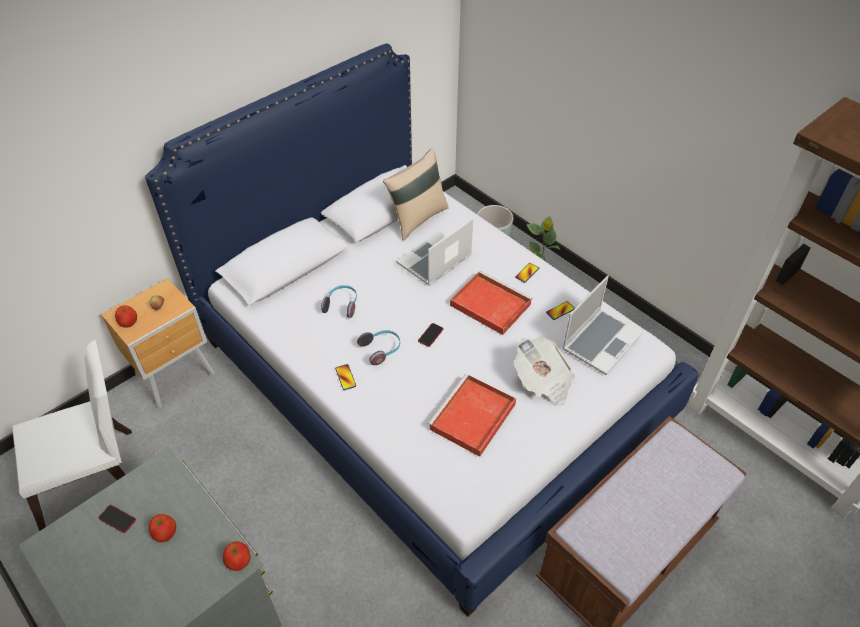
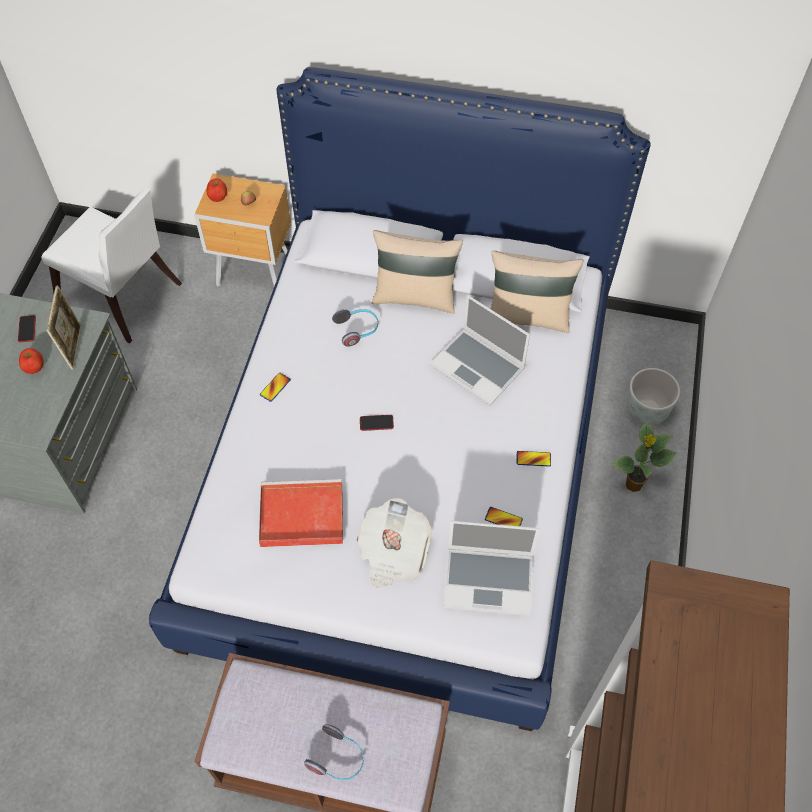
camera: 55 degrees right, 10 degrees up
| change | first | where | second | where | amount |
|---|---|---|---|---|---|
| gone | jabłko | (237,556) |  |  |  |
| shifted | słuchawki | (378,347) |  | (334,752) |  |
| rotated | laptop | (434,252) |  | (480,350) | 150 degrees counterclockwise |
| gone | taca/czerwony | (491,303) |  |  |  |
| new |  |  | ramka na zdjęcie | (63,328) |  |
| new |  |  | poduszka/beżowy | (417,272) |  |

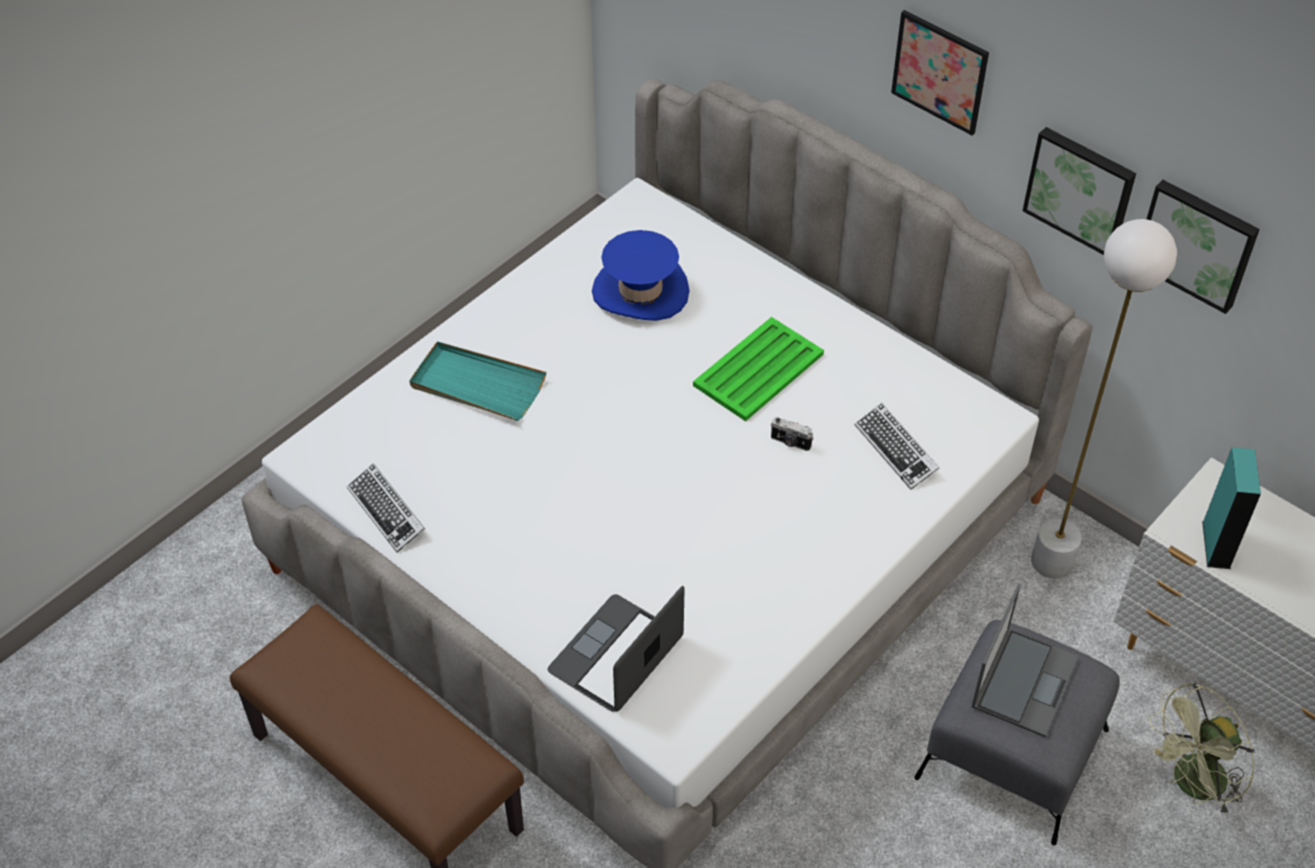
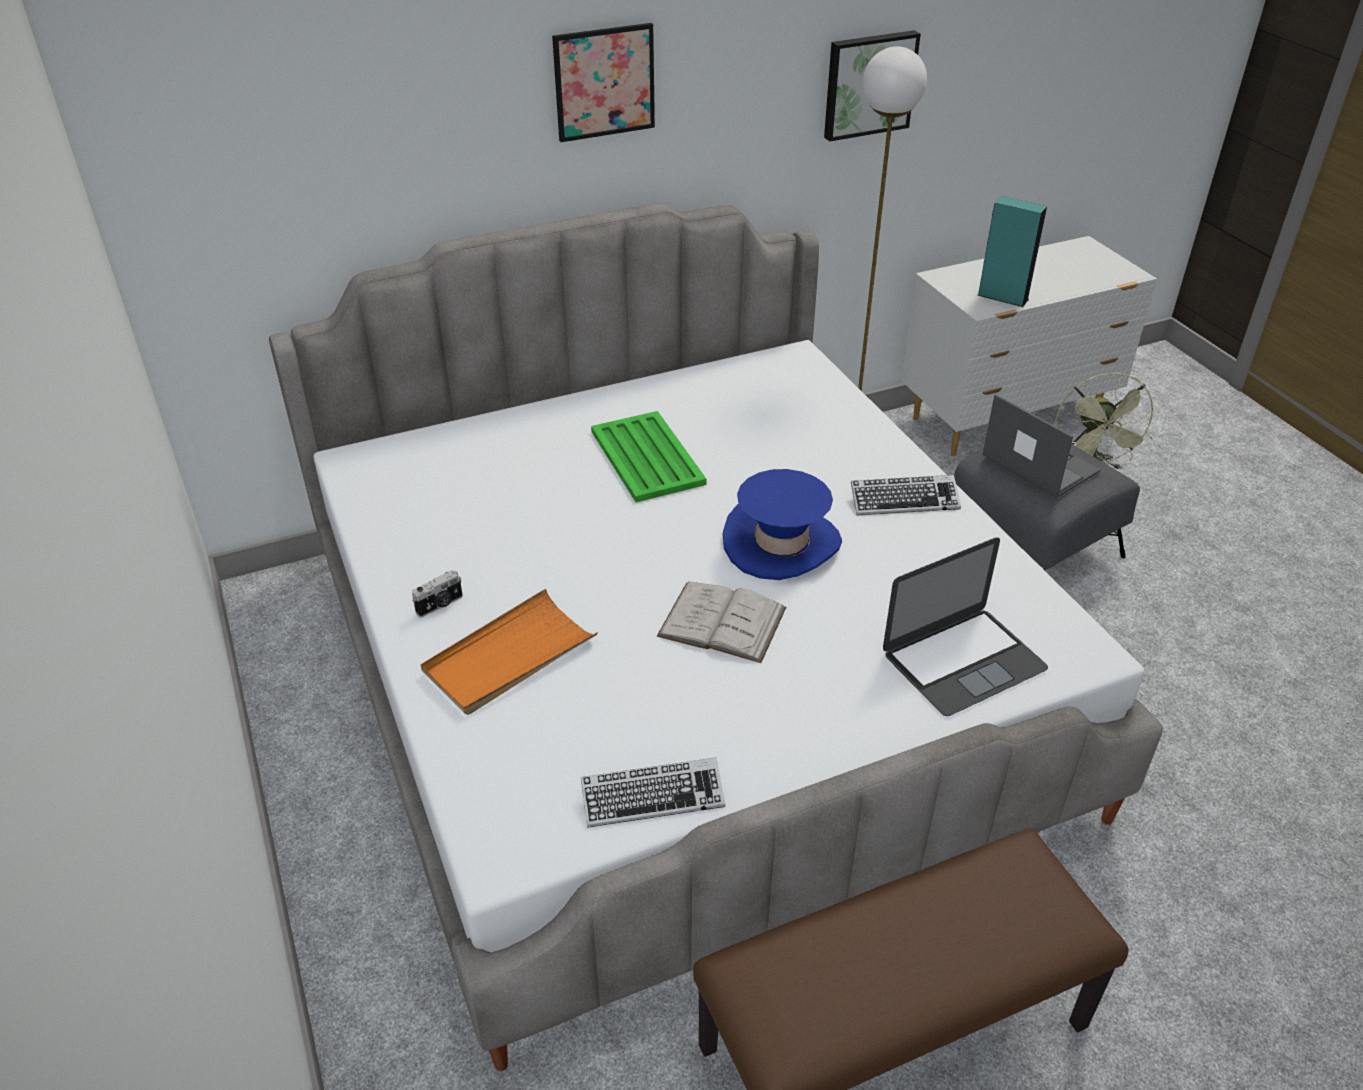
camera: 65 degrees left, 10 degrees down
| change | first | where | second | where | amount |
|---|---|---|---|---|---|
| repainted | taca/turkusowy | (477,381) | taca/pomarańczowy | (509,652) |  |
| rotated | laptop | (616,649) |  | (965,626) | 90 degrees counterclockwise |
| shifted | kapelusz/niebieski | (641,275) |  | (782,524) |  |
| shifted | aparat fotograficzny | (792,434) |  | (437,594) |  |
| shifted | klawiatura | (897,446) |  | (906,495) |  |
| gone | obraz | (1079,191) |  |  |  |
| new |  |  | książka/biały | (721,622) |  |

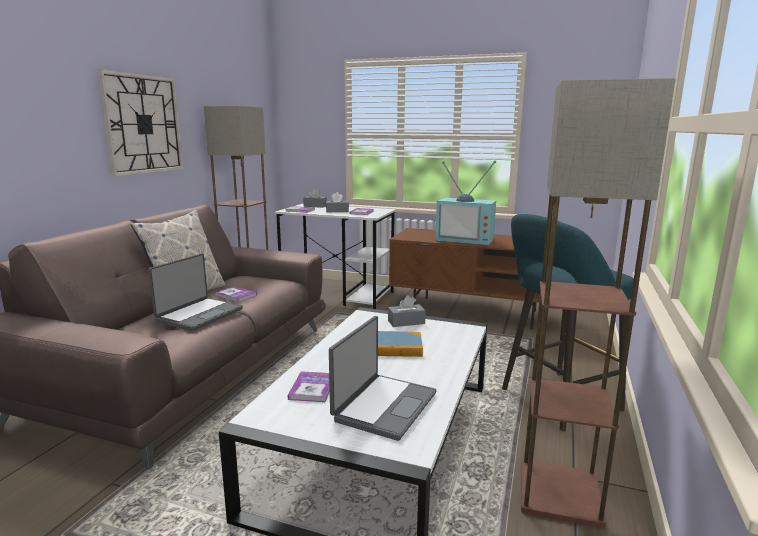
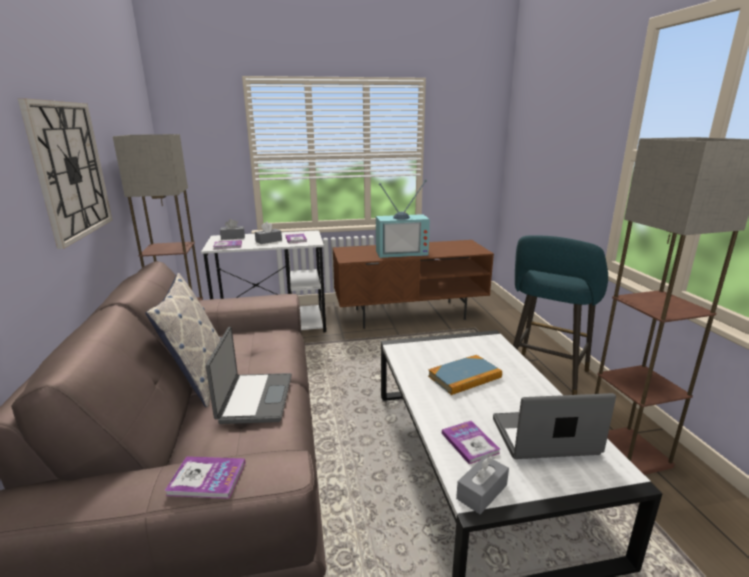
camera: 30 degrees left, 5 degrees up
| change | first | where | second | where | amount |
|---|---|---|---|---|---|
| shifted | książka | (236,294) |  | (205,477) |  |
| rotated | laptop | (382,378) |  | (554,426) | 90 degrees counterclockwise |
| shifted | pudełko chusteczek/szary | (407,311) |  | (482,484) |  |

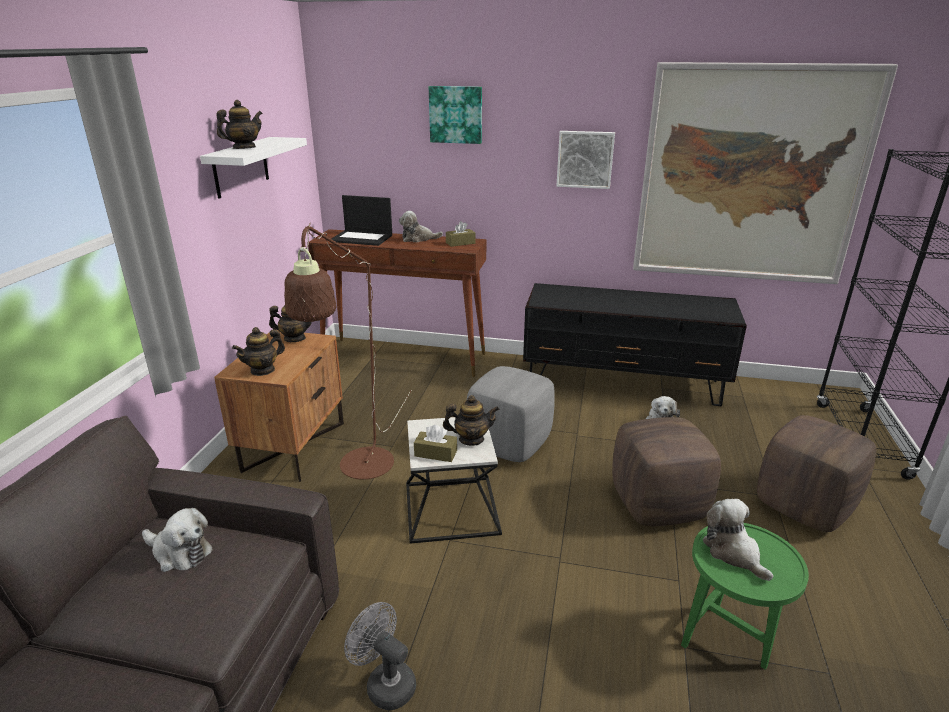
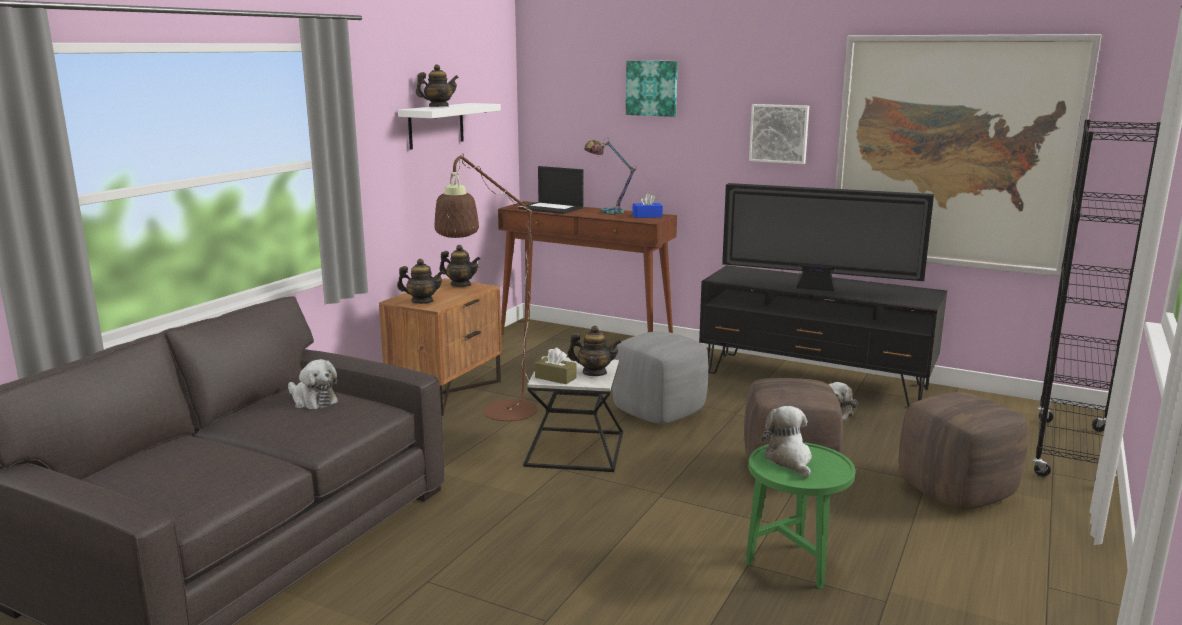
camera: 15 degrees right, 10 degrees down
| change | first | where | second | where | amount |
|---|---|---|---|---|---|
| rotated | imbryk | (258,351) |  | (421,281) | 150 degrees counterclockwise |
| gone | wentylator/szary | (380,656) |  |  |  |
| swapped | pluszak | (421,226) | lampa stołowa | (610,176) |  |
| repainted | pudełko chusteczek/brązowy | (460,234) | pudełko chusteczek/niebieski | (647,205) |  |
| new |  |  | telewizor | (828,238) |  |

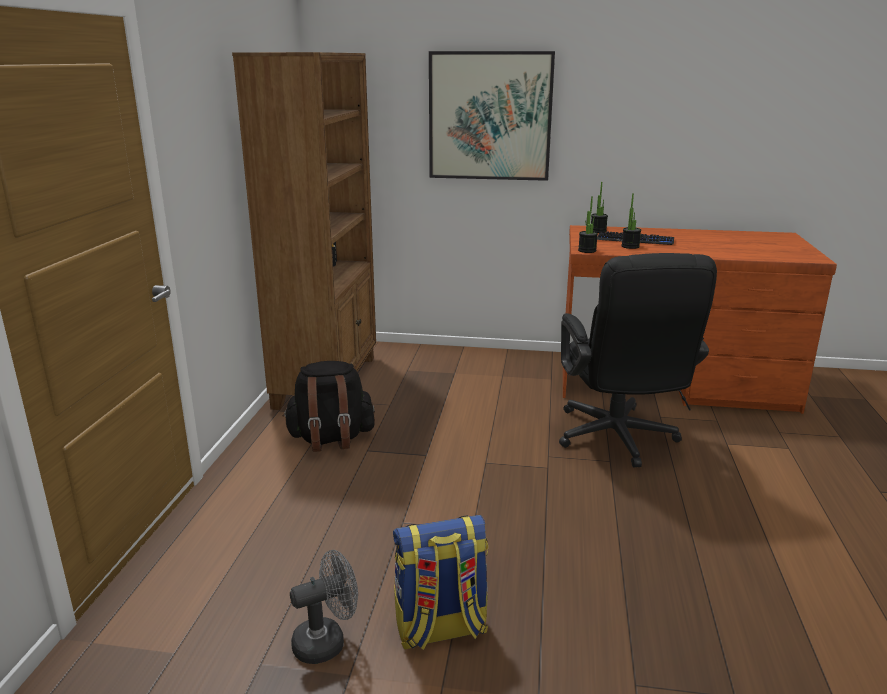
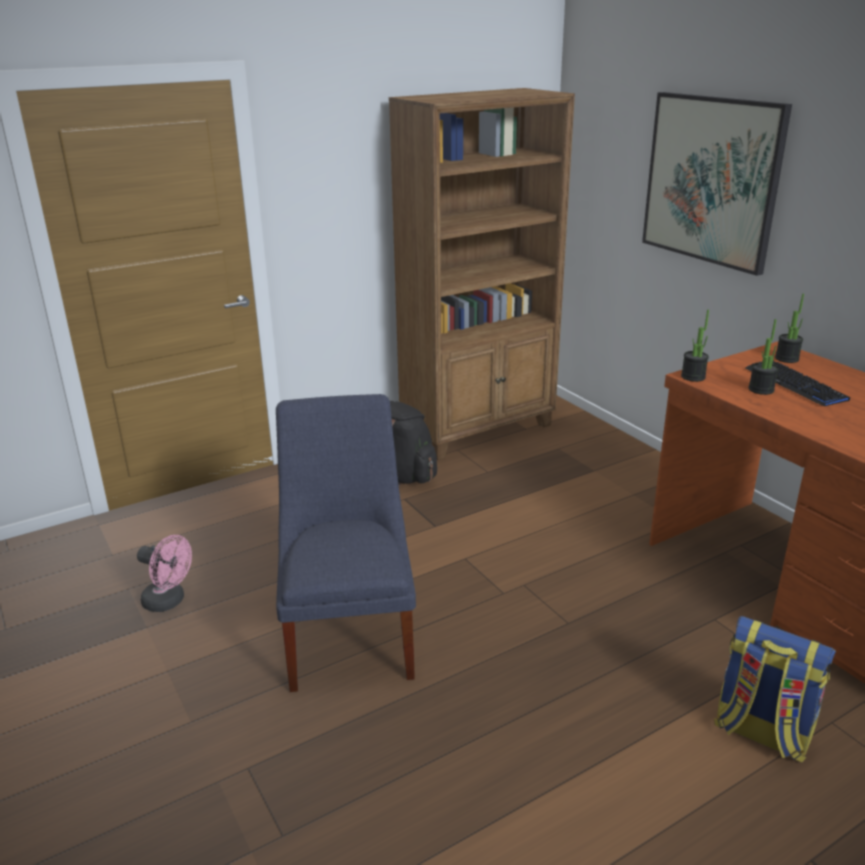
camera: 50 degrees right, 5 degrees up
| change | first | where | second | where | amount |
|---|---|---|---|---|---|
| repainted | wentylator/szary | (324,607) | wentylator/różowy | (164,573) |  |
| shifted | plecak | (440,582) |  | (775,689) |  |
| gone | krzesło biurowe/czarny | (638,360) |  |  |  |
| new |  |  | krzesło/niebieski | (346,543) |  |

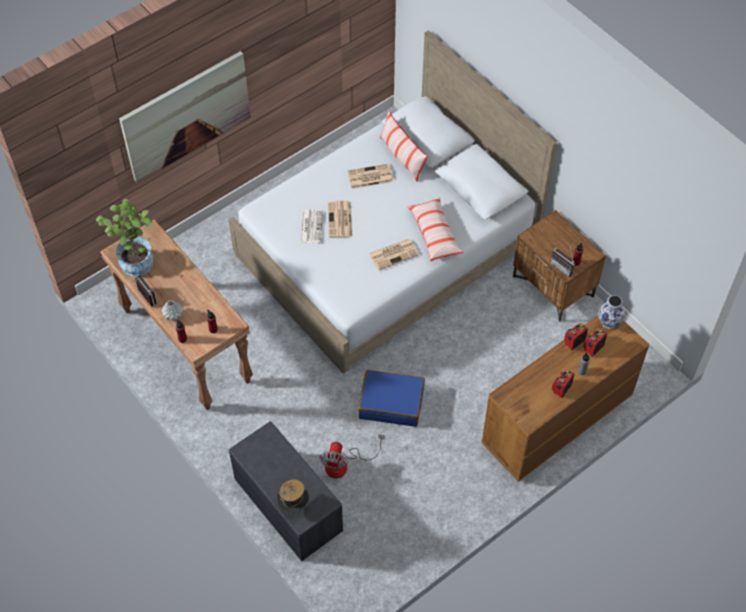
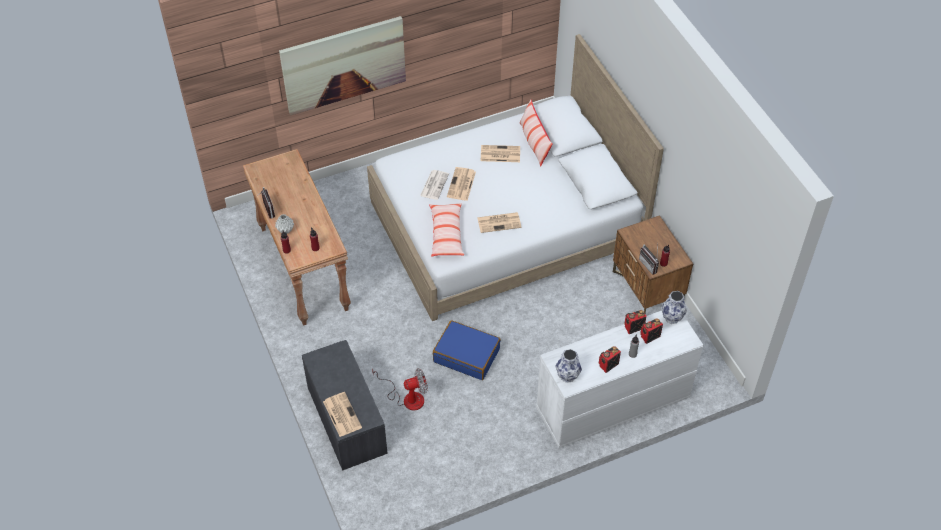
camera: 15 degrees right, 5 degrees down
| change | first | where | second | where | amount |
|---|---|---|---|---|---|
| gone | roślina doniczkowa | (124,237) |  |  |  |
| swapped | kapelusz | (293,496) | gazeta | (342,414) |  |
| rotated | wentylator | (351,456) |  | (400,389) | 135 degrees counterclockwise |
| shifted | poduszka | (435,229) |  | (446,230) |  |
| repainted | komoda/brązowy | (565,398) | komoda/biały | (619,379) |  |
| new |  |  | wazon | (569,366) |  |

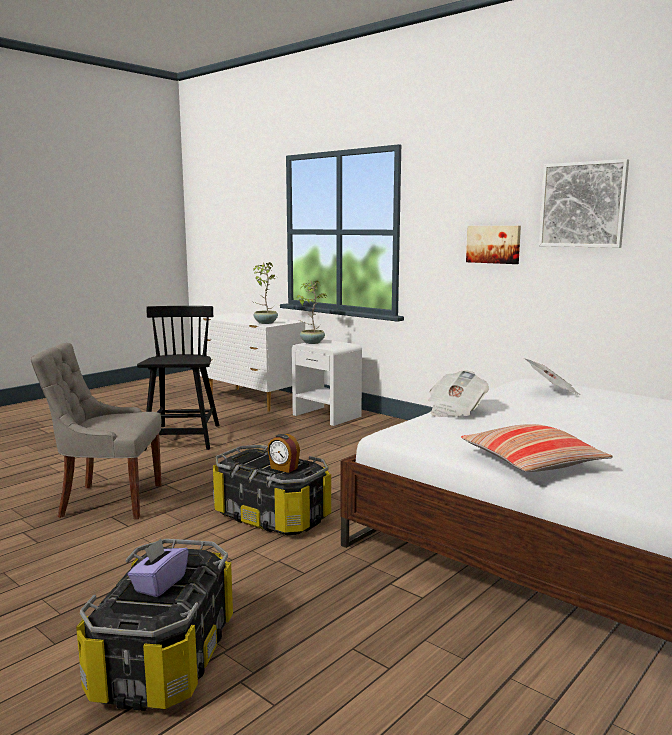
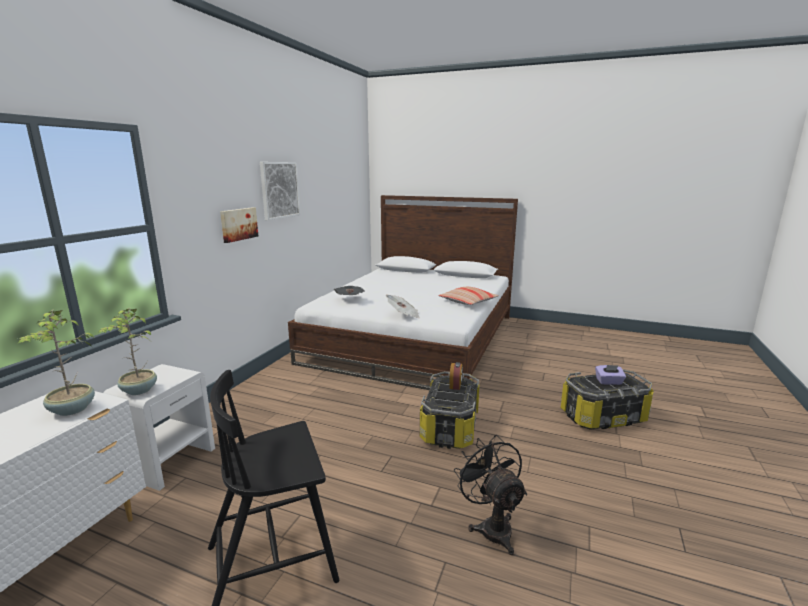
camera: 110 degrees left, 5 degrees up
| change | first | where | second | where | amount |
|---|---|---|---|---|---|
| swapped | krzesło/szary | (95,431) | wentylator/czarny | (490,495) |  |

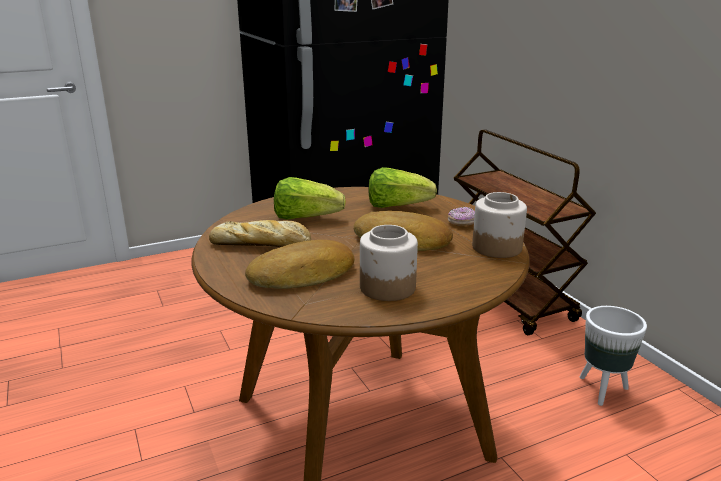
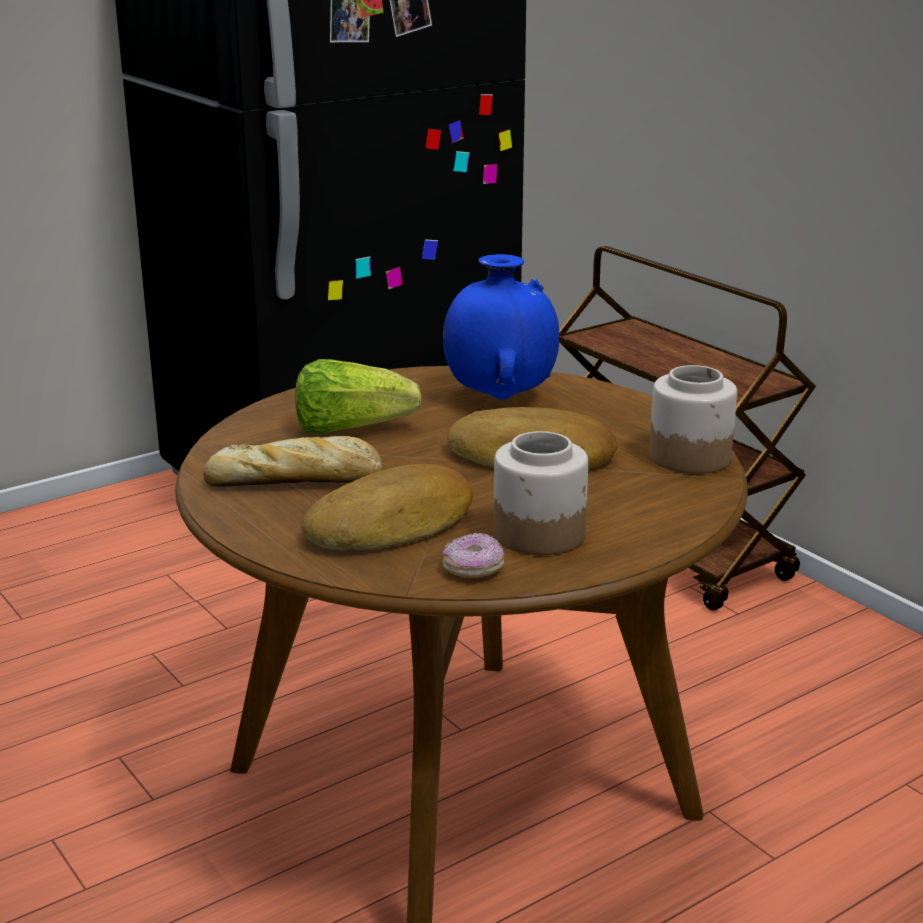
camera: 10 degrees left, 0 degrees up
| change | first | where | second | where | amount |
|---|---|---|---|---|---|
| swapped | sałata | (403,187) | wazon/niebieski | (501,327) |  |
| shifted | donut | (461,216) |  | (473,555) |  |
| gone | donica/biały | (613,356) |  |  |  |

